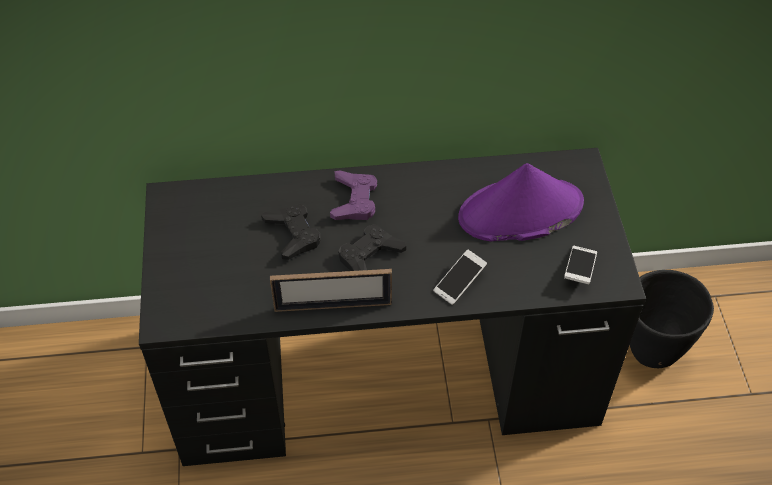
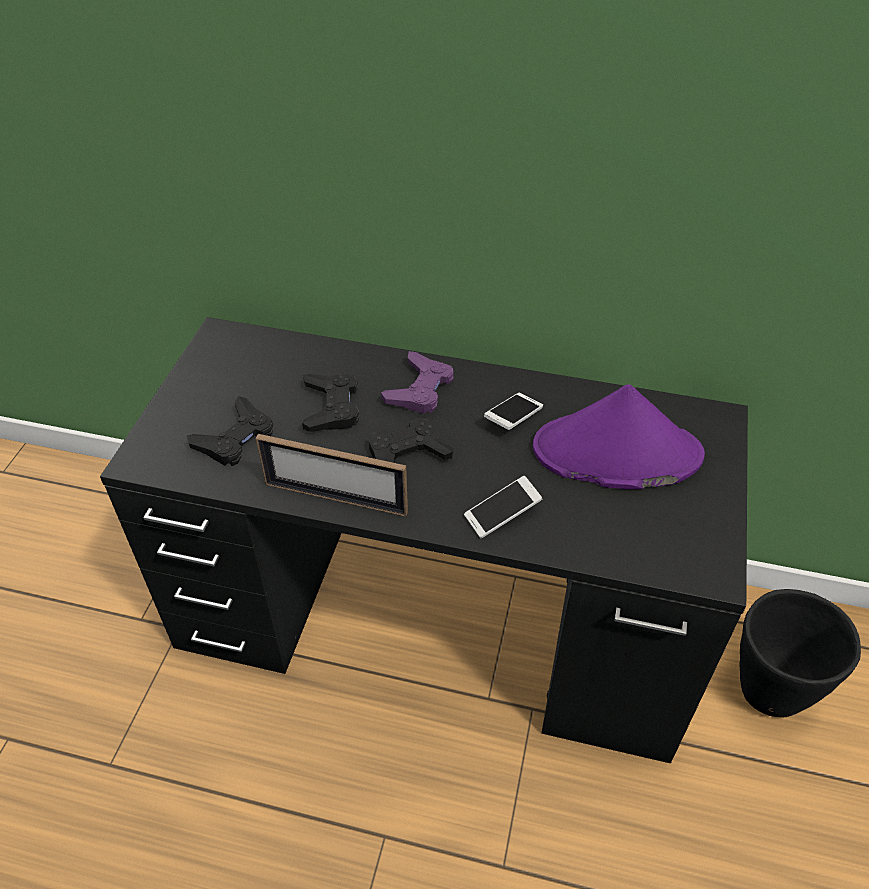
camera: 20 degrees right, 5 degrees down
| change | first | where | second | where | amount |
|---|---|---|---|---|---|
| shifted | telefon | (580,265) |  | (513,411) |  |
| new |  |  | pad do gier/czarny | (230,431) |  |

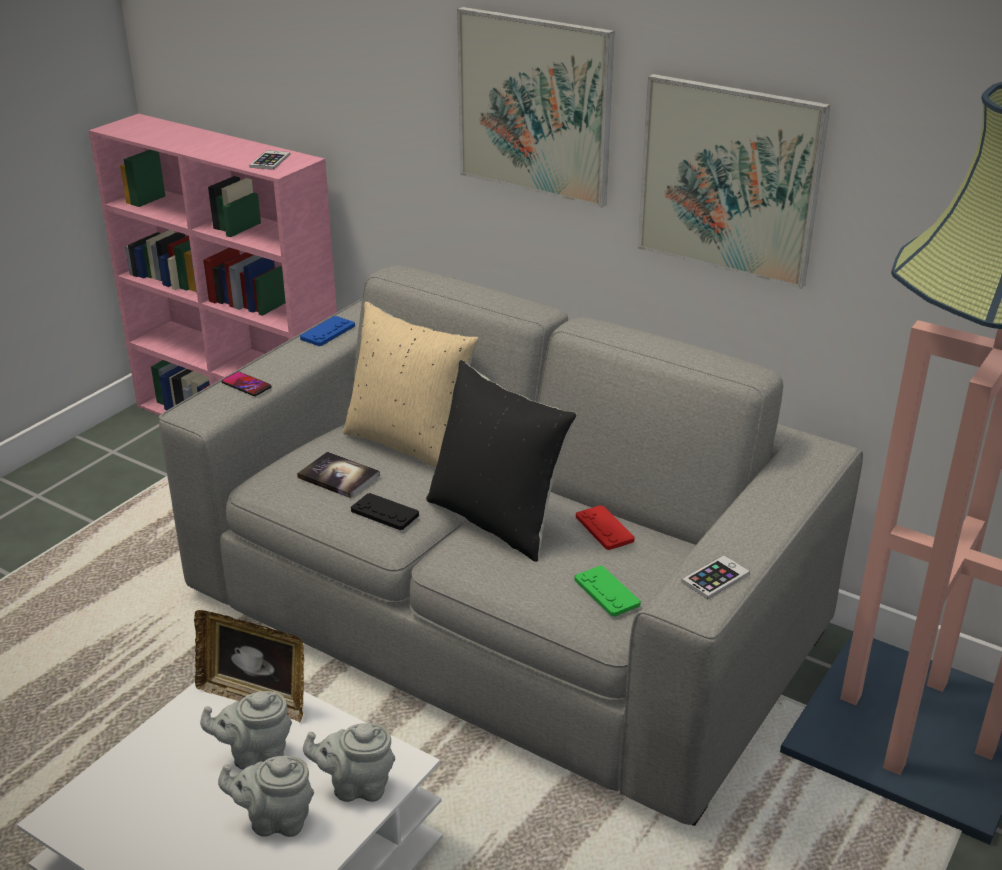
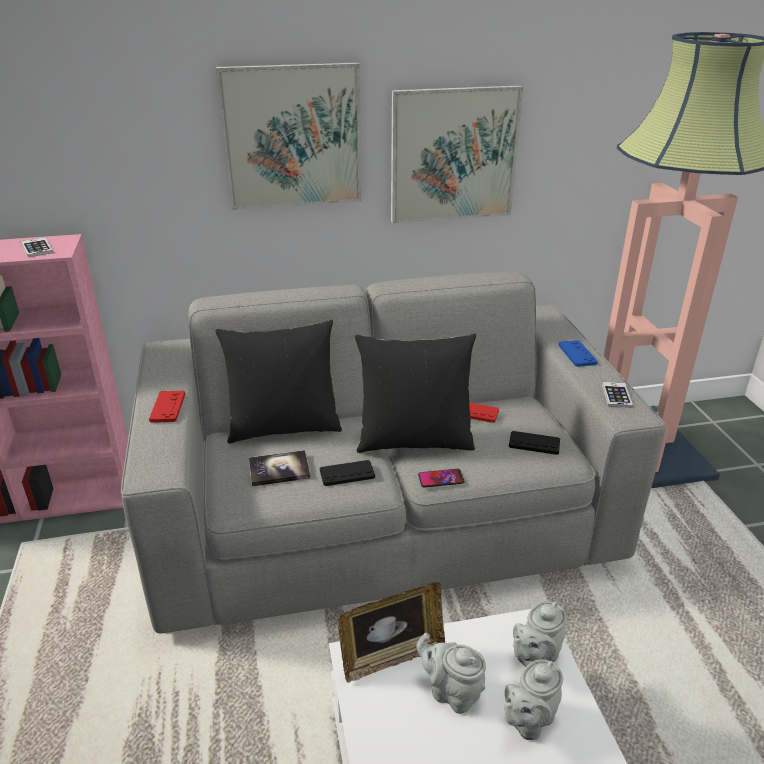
camera: 45 degrees left, 0 degrees up
| change | first | where | second | where | amount |
|---|---|---|---|---|---|
| rotated | imbryk/szary | (246,730) |  | (451,673) | 90 degrees clockwise |
| shifted | telefon | (247,384) |  | (441,478) |  |
| shifted | pad do gier/niebieski | (327,331) |  | (578,353) |  |
| repainted | poduszka/beżowy | (410,385) | poduszka/czarny | (278,382) |  |
| repainted | pad do gier/zielony | (607,591) | pad do gier/czarny | (534,443) |  |
| new |  |  | pad do gier/czerwony | (167,407) |  |

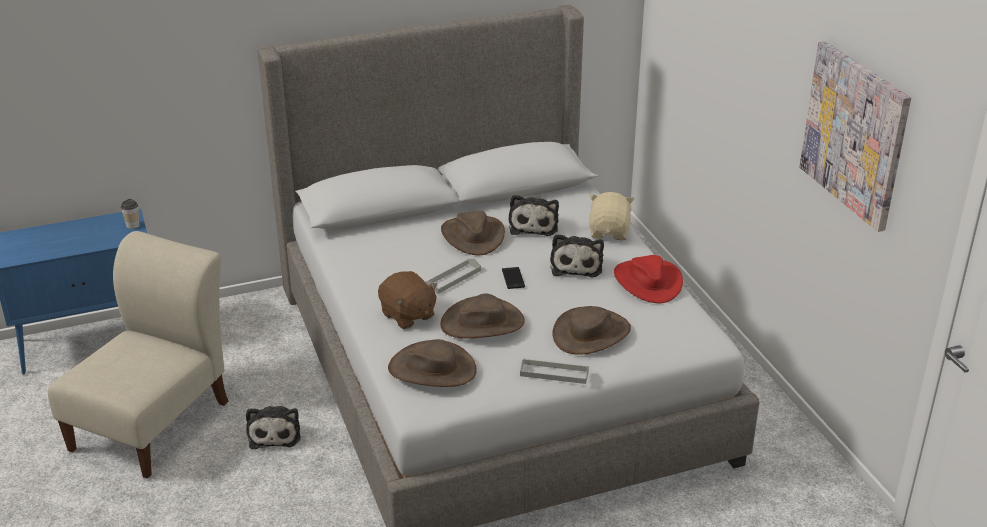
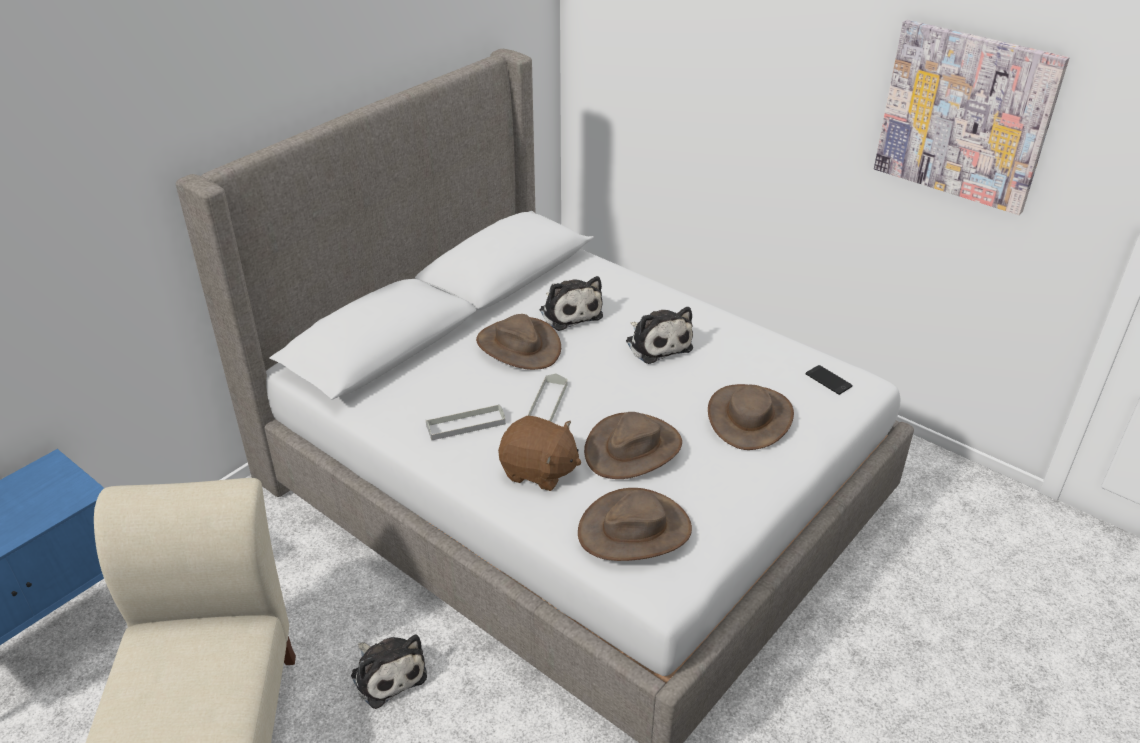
camera: 30 degrees left, 5 degrees up
| change | first | where | second | where | amount |
|---|---|---|---|---|---|
| gone | filiżanka | (130,214) |  |  |  |
| shifted | telefon | (513,278) |  | (829,380) |  |
| shifted | taca/szary | (554,371) |  | (466,422) |  |
| gone | pluszak/beżowy | (611,216) |  |  |  |
| gone | kapelusz/czerwony | (648,279) |  |  |  |

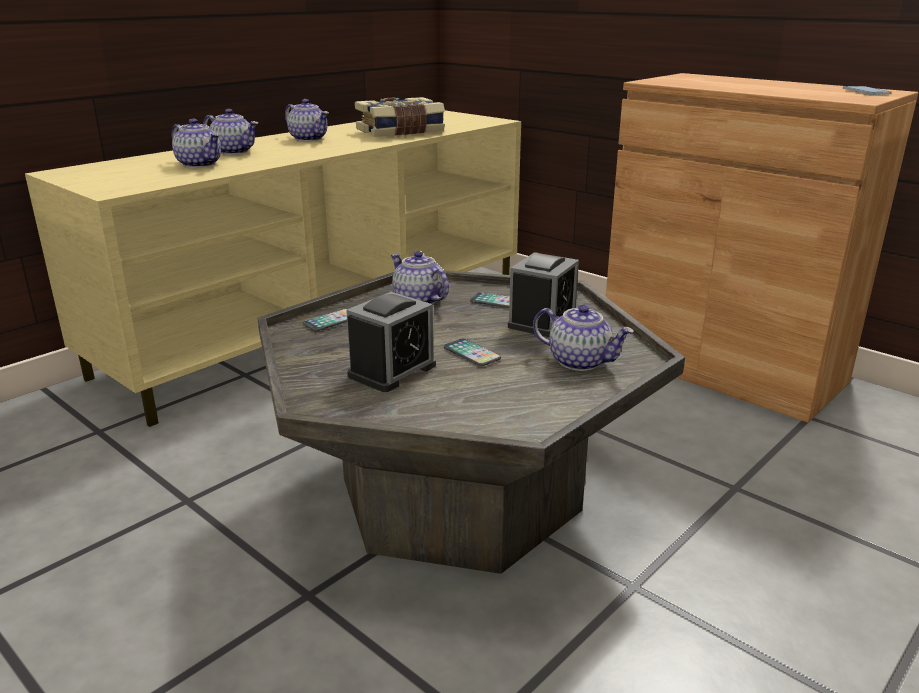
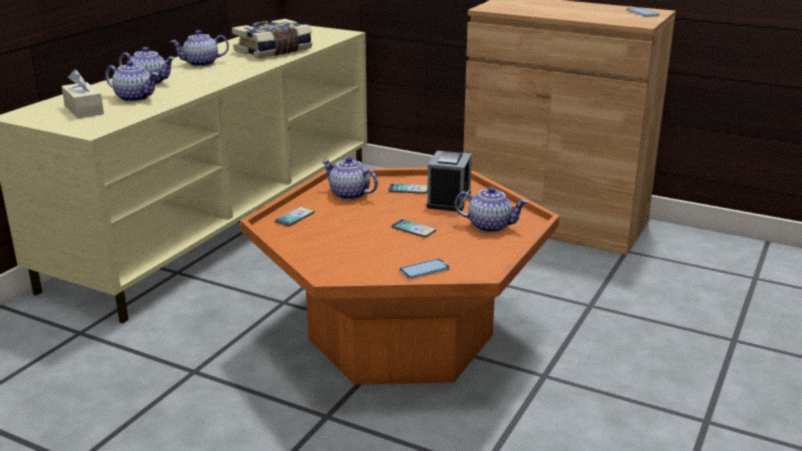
camera: 15 degrees left, 0 degrees up
| change | first | where | second | where | amount |
|---|---|---|---|---|---|
| repainted | ława/szary | (471,422) | ława/pomarańczowy | (399,276) |  |
| rotated | imbryk | (307,120) |  | (199,48) | 135 degrees clockwise |
| gone | budzik | (391,342) |  |  |  |
| new |  |  | pudełko chusteczek/beżowy | (83,93) |  |
| new |  |  | telefon | (424,269) |  |

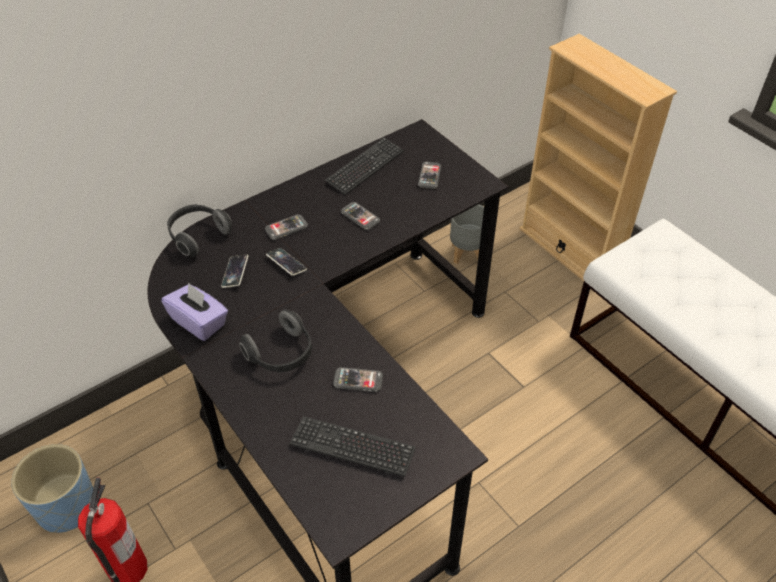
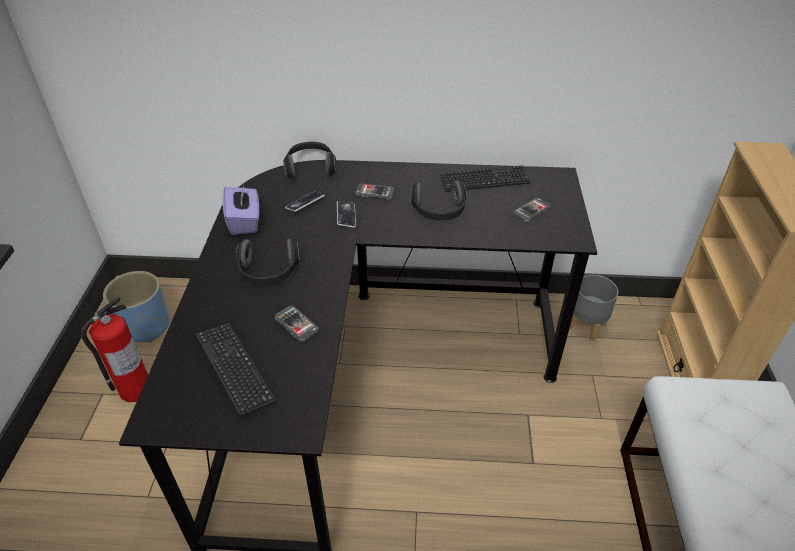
camera: 40 degrees right, 5 degrees down
| change | first | where | second | where | amount |
|---|---|---|---|---|---|
| swapped | telefon | (360,216) | słuchawki | (439,200) |  |

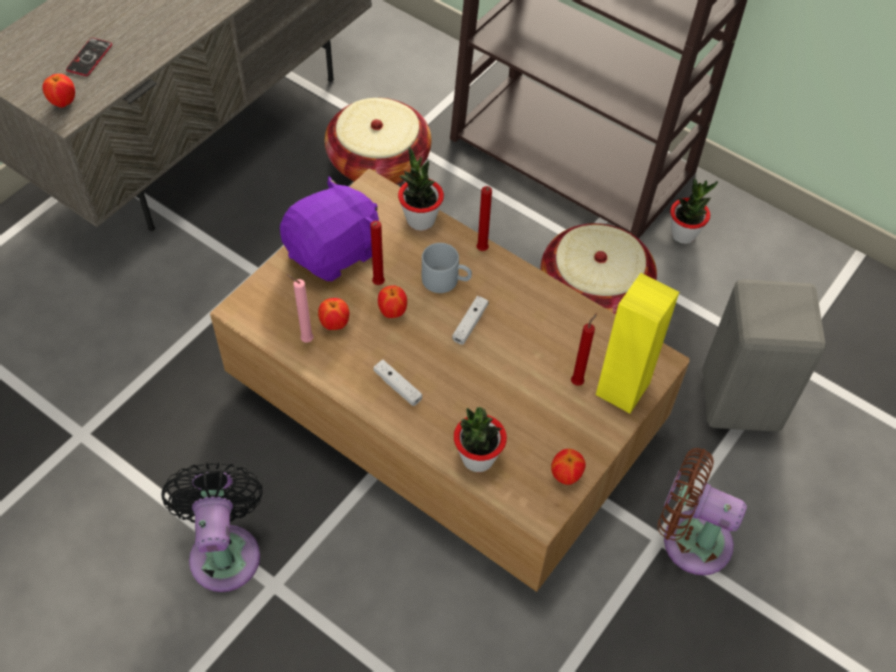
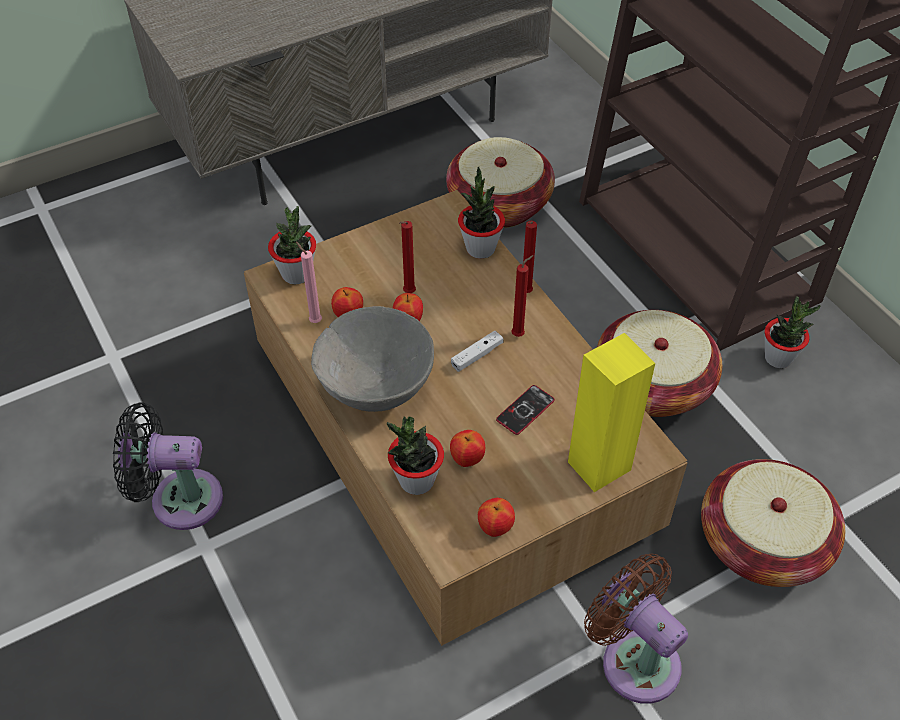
camera: 25 degrees right, 5 degrees down
| change | first | where | second | where | amount |
|---|---|---|---|---|---|
| shifted | jabłko | (58,91) |  | (467,448) |  |
| shifted | telefon | (89,57) |  | (525,410) |  |
| rotated | wentylator/czarny | (212,527) |  | (168,466) | 105 degrees counterclockwise |
| gone | pluszak/fioletowy | (329,228) |  |  |  |
| swapped | pad do gier/biały | (397,383) | miska/szary | (372,359) |  |
| gone | kubek/szary | (447,268) |  |  |  |
| shifted | świeca/czerwony | (584,349) |  | (522,296) |  |
| swapped | stołek/szary | (764,355) | koszyk | (773,523) |  |
| new |  |  | roślina doniczkowa | (292,245) |  |

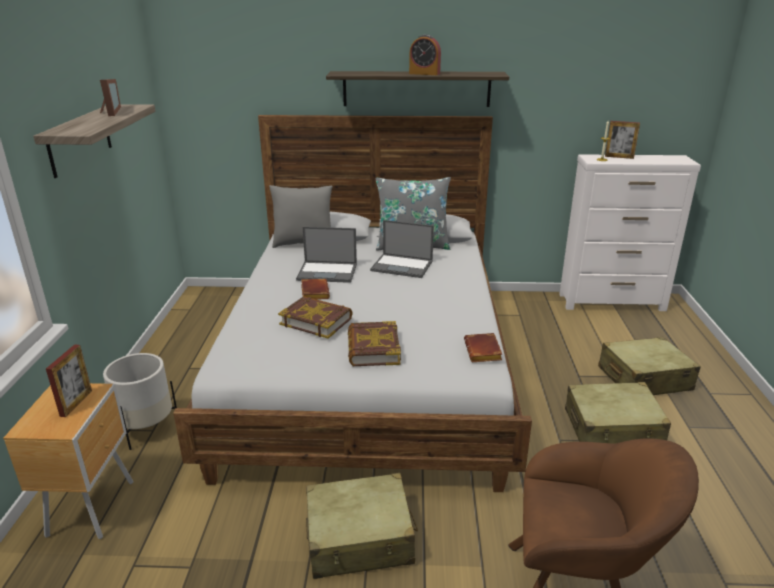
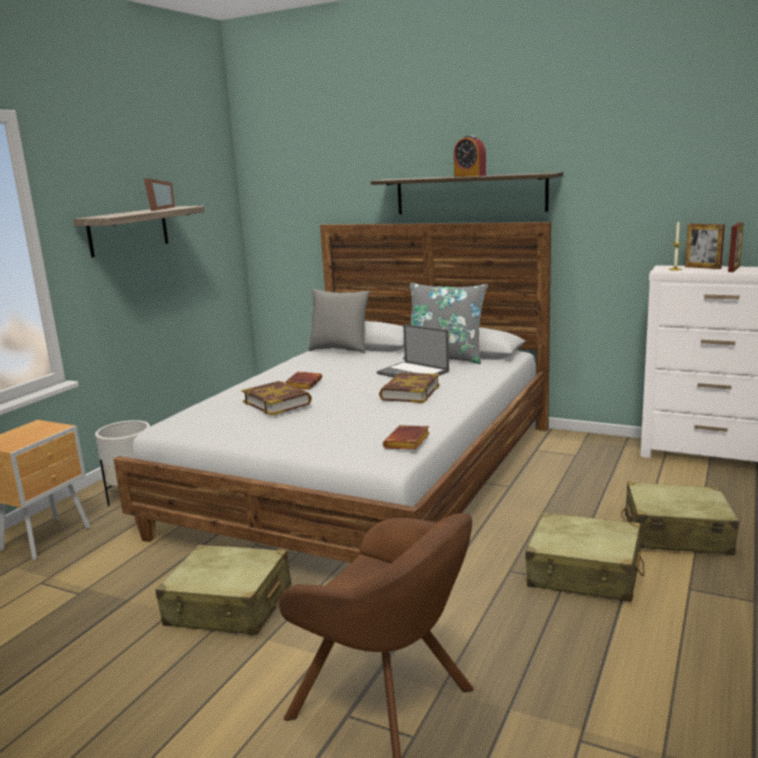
camera: 25 degrees right, 10 degrees down
| change | first | where | second | where | amount |
|---|---|---|---|---|---|
| shifted | ramka na zdjęcie | (69,380) |  | (735,247) |  |
| gone | laptop | (326,255) |  |  |  |
| shifted | książka | (374,343) |  | (409,387) |  |

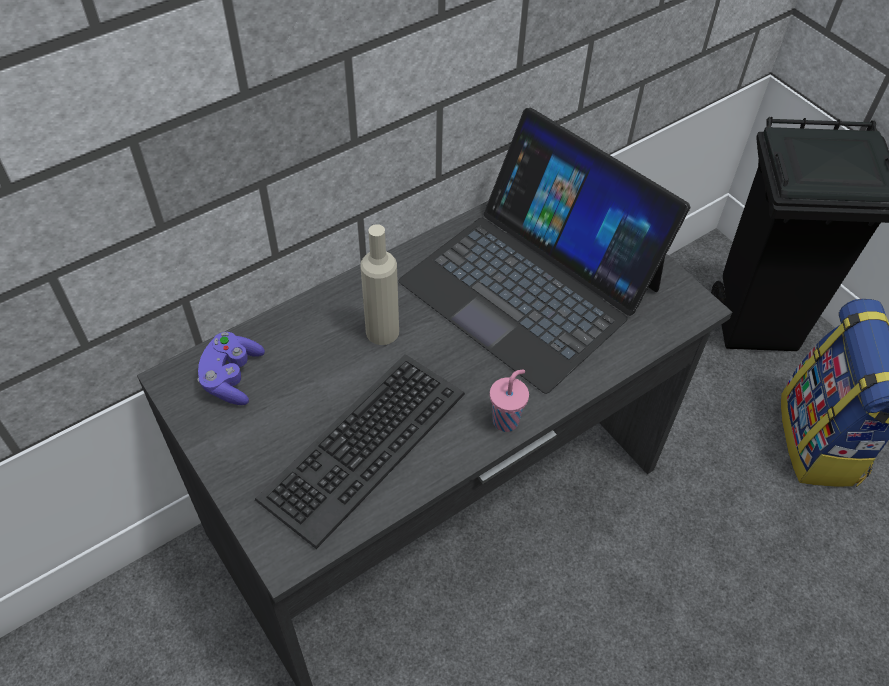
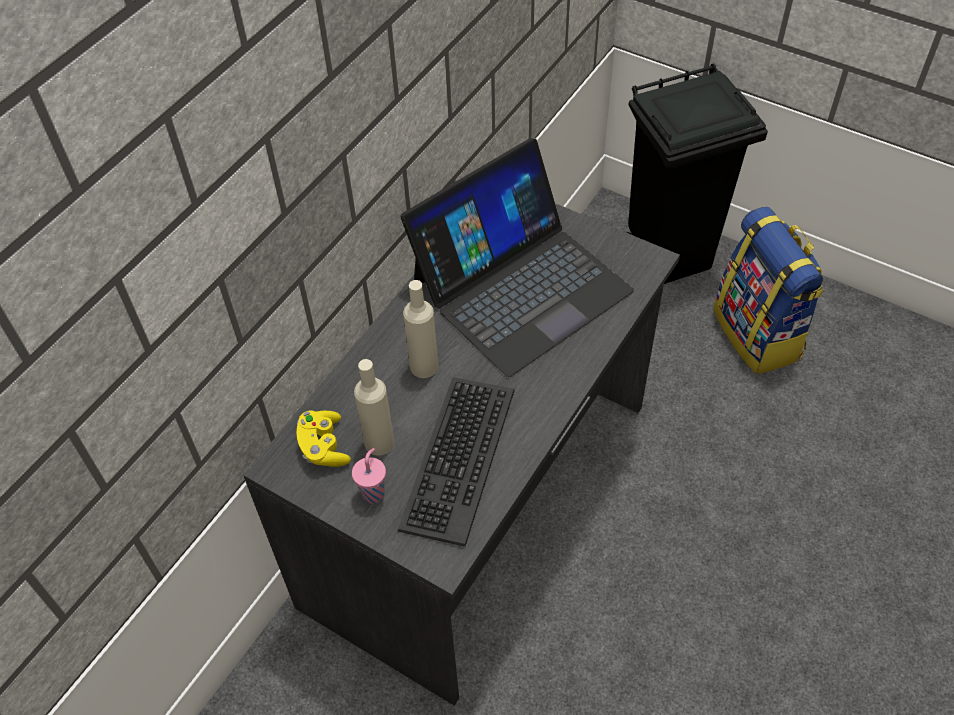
camera: 20 degrees left, 0 degrees up
| change | first | where | second | where | amount |
|---|---|---|---|---|---|
| repainted | pad do gier/fioletowy | (231,368) | pad do gier/żółty | (323,439) |  |
| rotated | laptop | (544,251) |  | (517,257) | 60 degrees counterclockwise |
| shifted | filiżanka/różowy | (509,401) |  | (369,476) |  |
| new |  |  | butelka/beżowy | (374,407) |  |

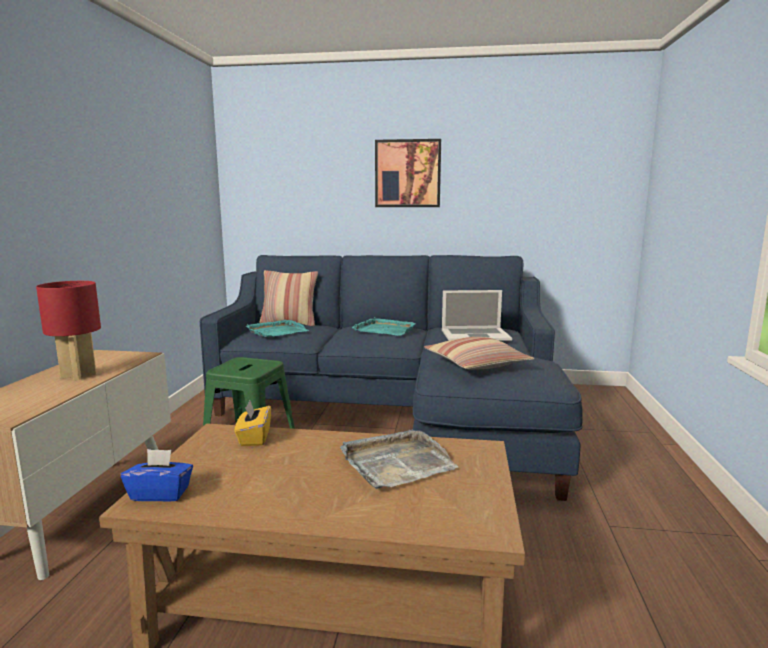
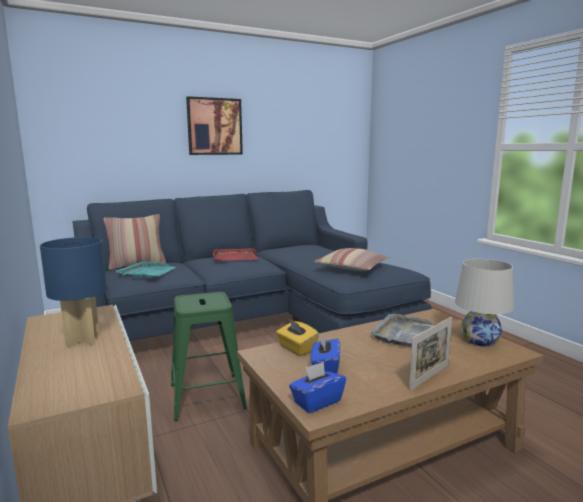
camera: 35 degrees left, 0 degrees up
| change | first | where | second | where | amount |
|---|---|---|---|---|---|
| repainted | lampa stołowa/czerwony | (68,331) | lampa stołowa/niebieski | (73,292) |  |
| repainted | taca/turkusowy | (384,326) | taca/czerwony | (235,254) |  |
| gone | laptop | (477,315) |  |  |  |
| new |  |  | pudełko chusteczek/niebieski | (325,353) |  |
| new |  |  | ramka na zdjęcie | (430,354) |  |
| new |  |  | lampa stołowa/biały | (484,303) |  |

